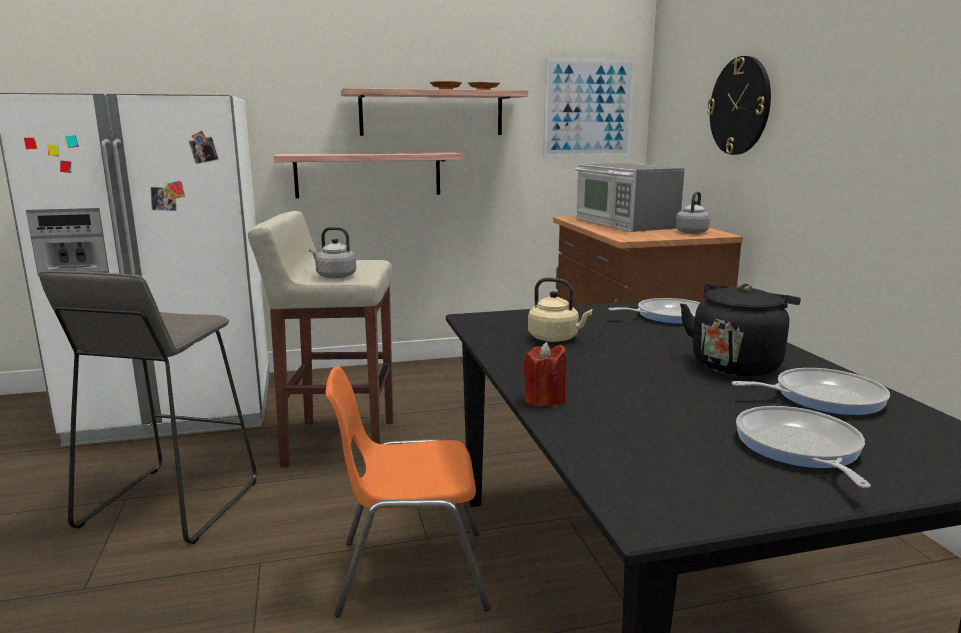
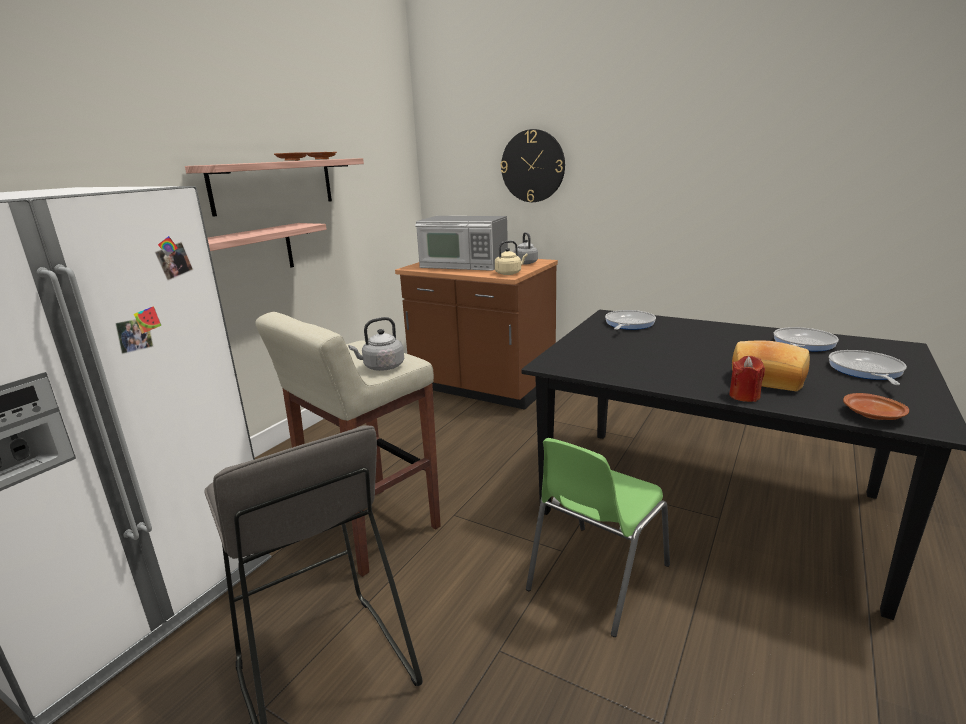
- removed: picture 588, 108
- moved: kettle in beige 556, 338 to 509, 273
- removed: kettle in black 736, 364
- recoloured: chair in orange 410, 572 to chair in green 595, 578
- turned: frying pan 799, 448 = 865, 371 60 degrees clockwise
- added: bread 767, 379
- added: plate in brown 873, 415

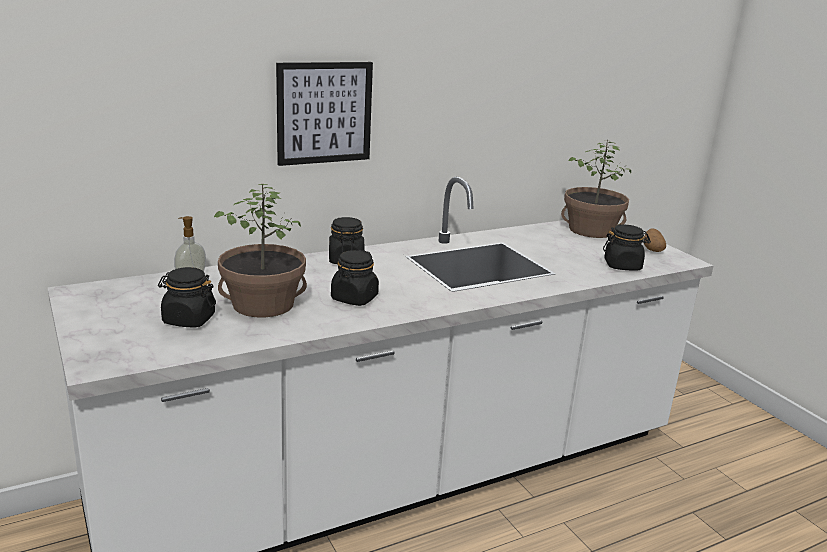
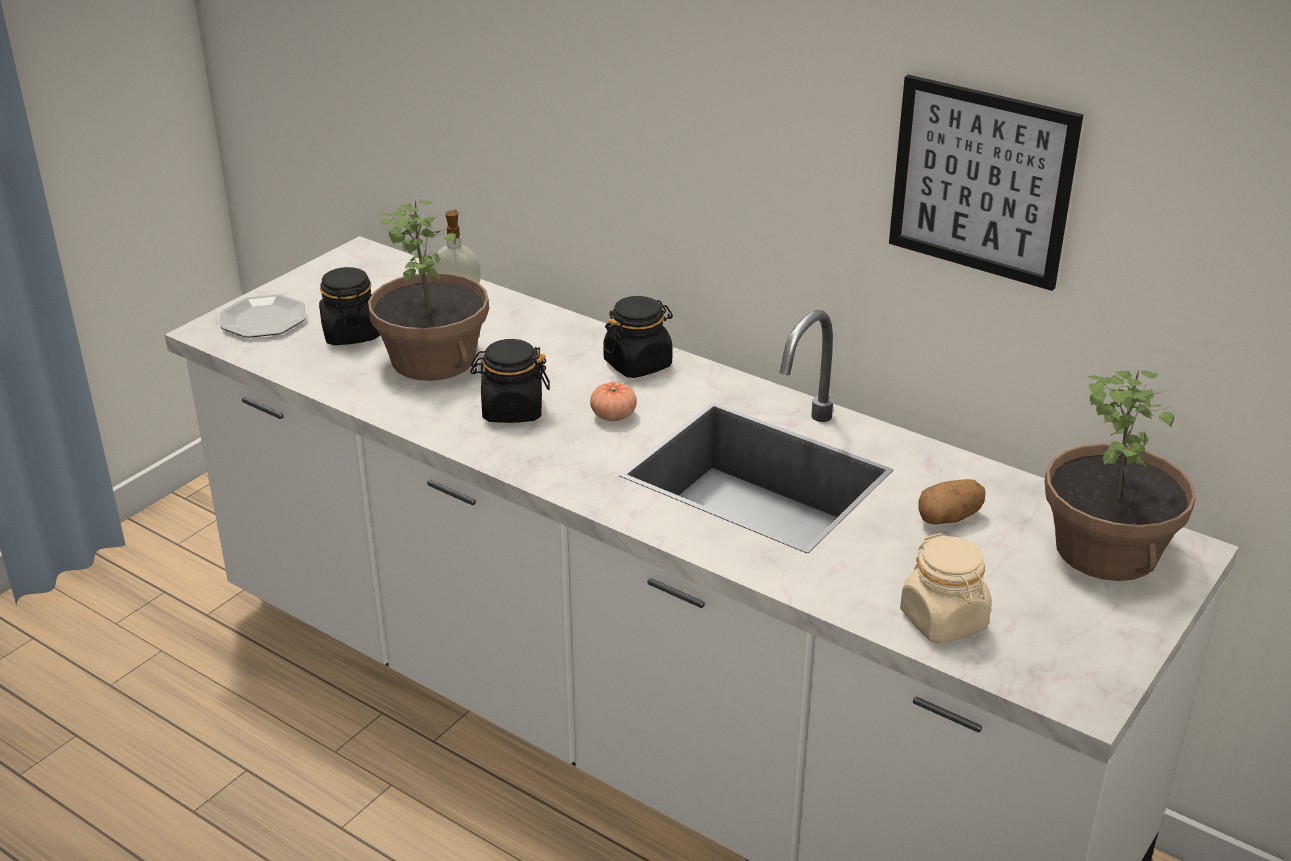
- moved: picture 324, 113 to 981, 181
- recoloured: jar in black 622, 265 to jar in beige 944, 620
- moved: potato 652, 249 to 949, 518
- added: plate 264, 320
- added: tomato 613, 415

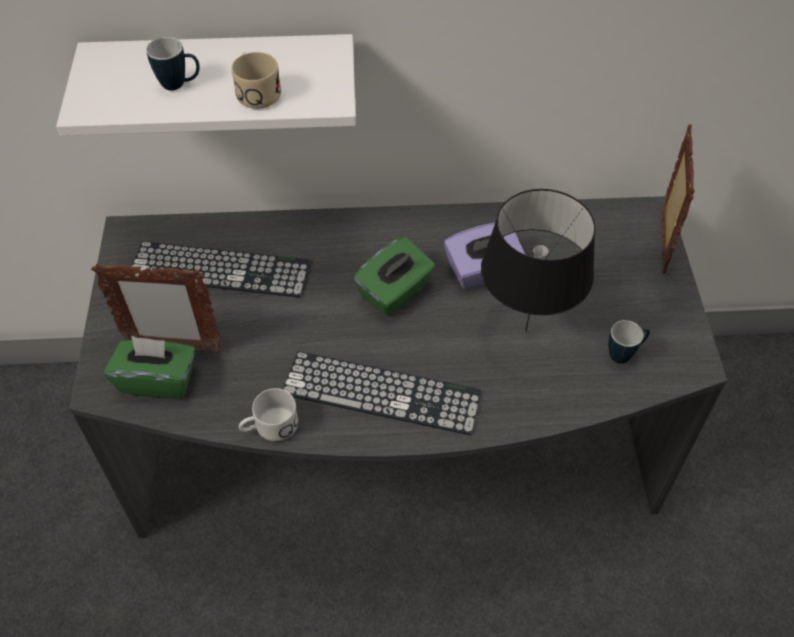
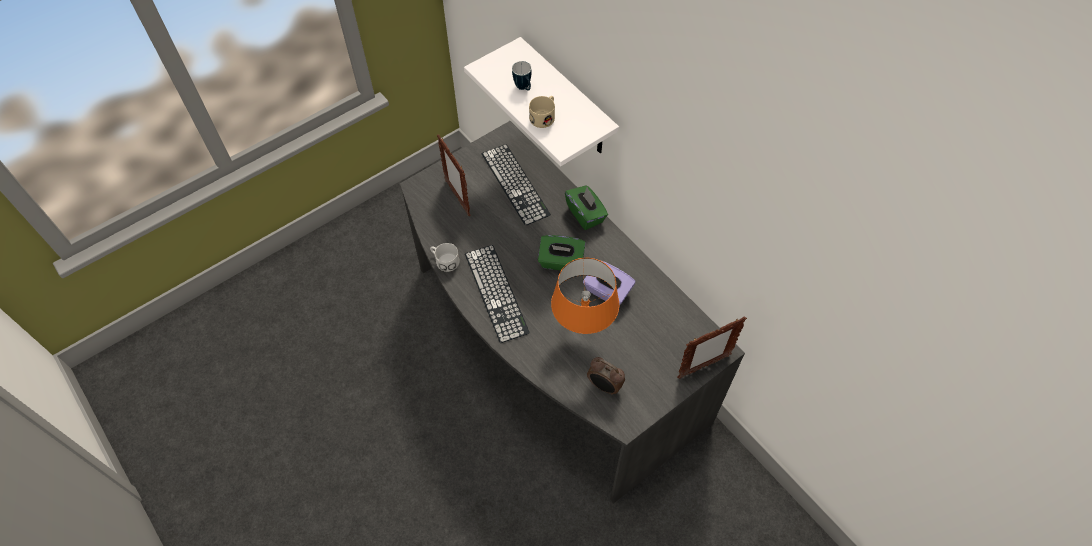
- recoloured: table lamp in black 526, 330 to table lamp in orange 583, 332
- replaced: mug 624, 354 to alarm clock 604, 386
- moved: tissue box in green 158, 380 to 585, 214

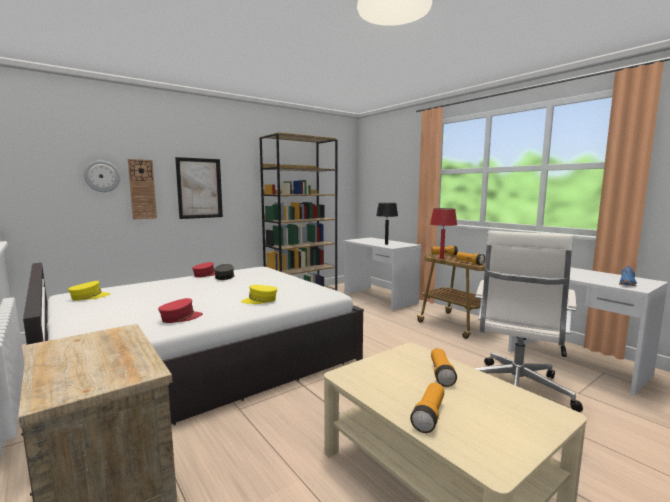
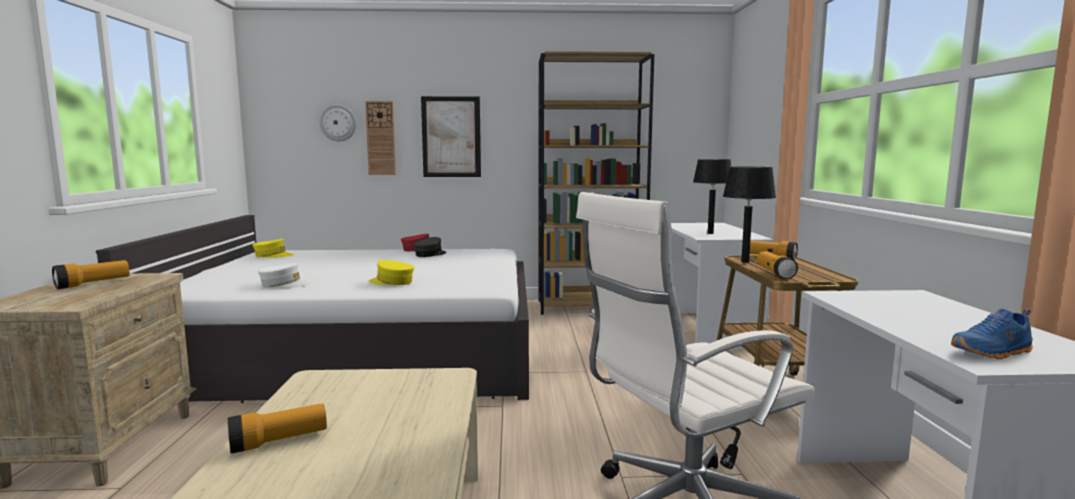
- recoloured: table lamp in red 441, 258 to table lamp in black 744, 262
- recoloured: cap in red 180, 318 to cap in white 284, 285
- moved: flashlight 441, 374 to 93, 284

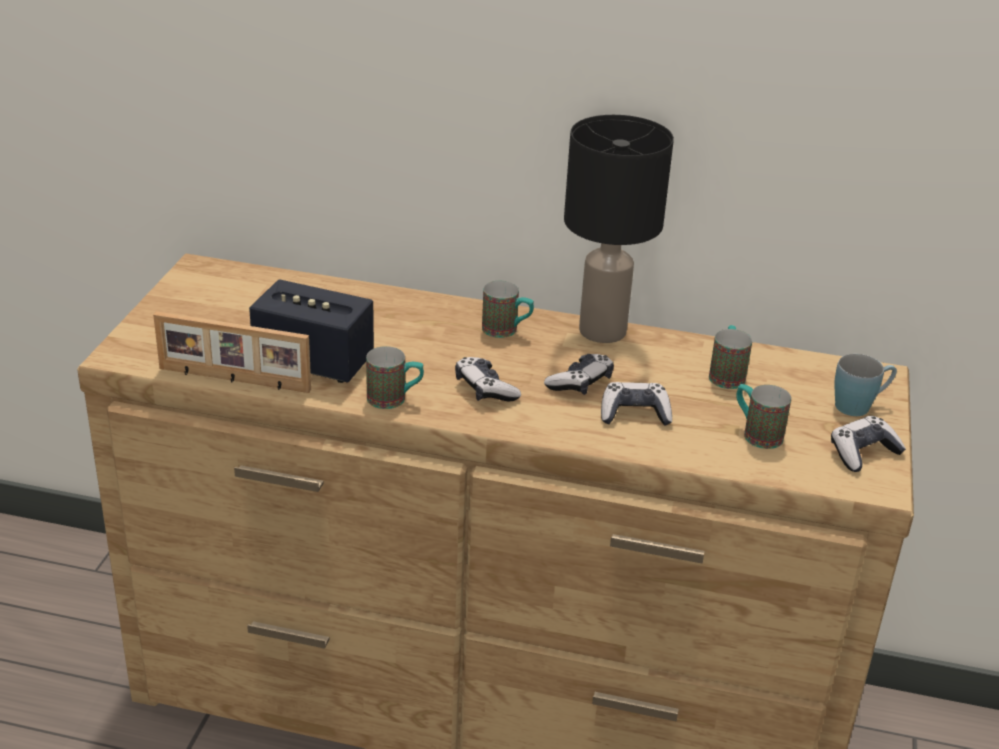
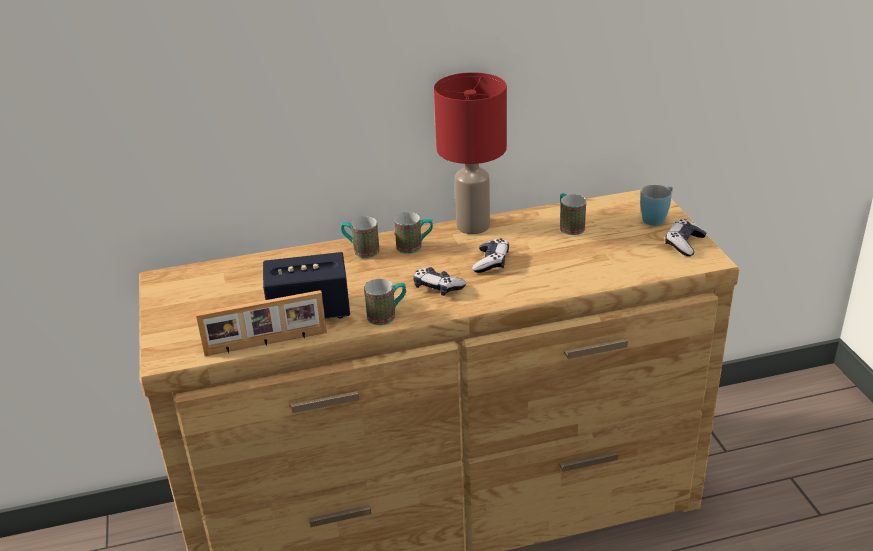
- recoloured: table lamp in black 602, 330 to table lamp in red 472, 225
- removed: game controller 634, 414
- moved: mug 756, 433 to 361, 250

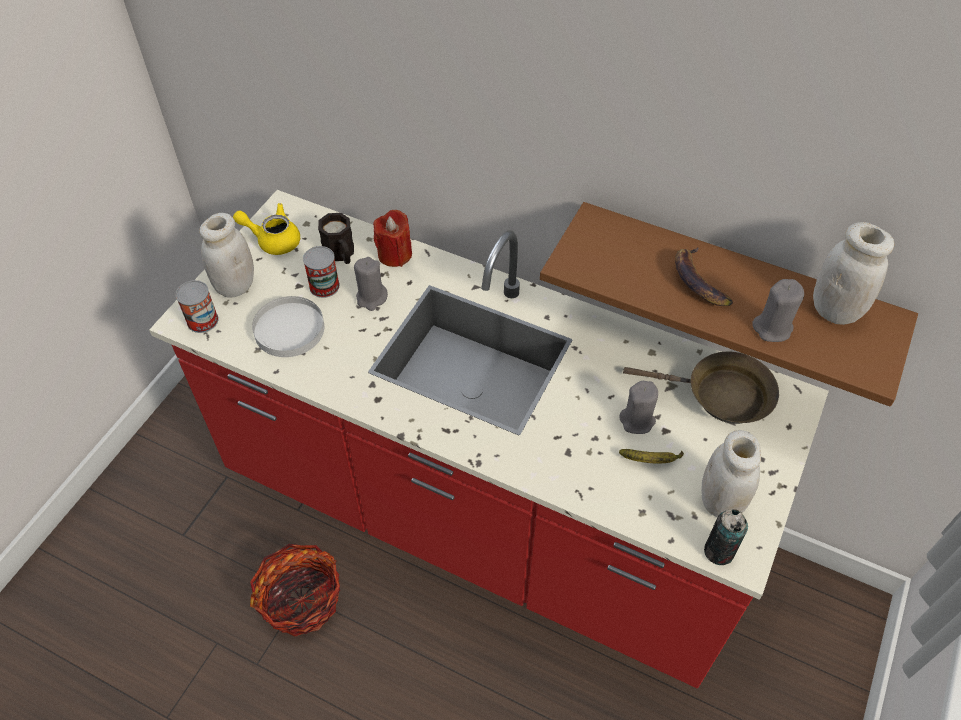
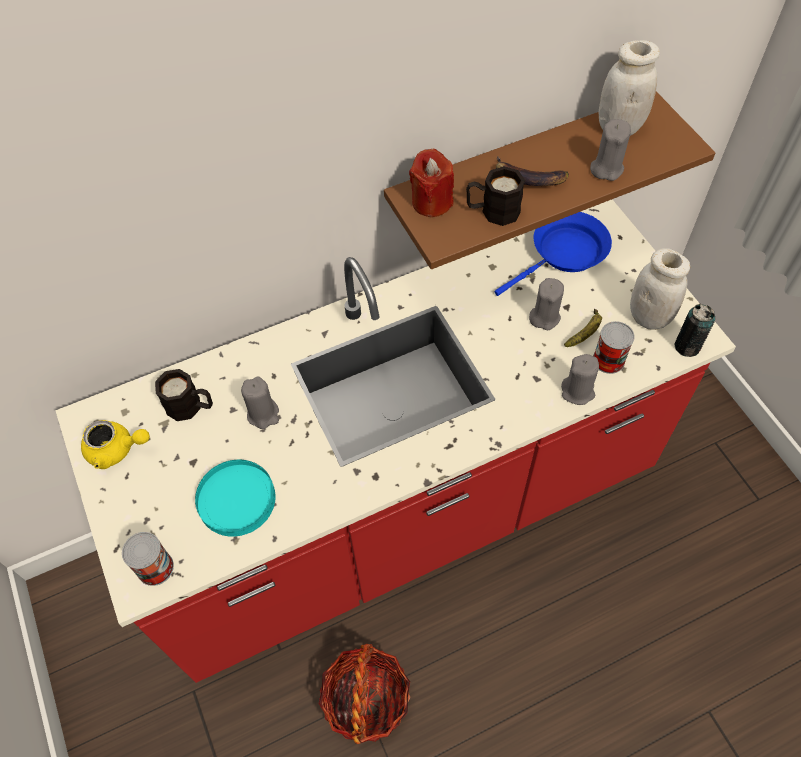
- turned: teapot in yellow 273, 240 = 116, 450 135 degrees counterclockwise
- moved: candle in red 394, 254 to 431, 202
- removed: jar in white 235, 286
- moved: can 324, 286 to 608, 360
- recoloured: plate in white 289, 329 to plate in turquoise 236, 500
- recoloured: frying pan in brown 721, 395 to frying pan in blue 564, 254
- added: mug in black 492, 211
- added: candle in grey 578, 391

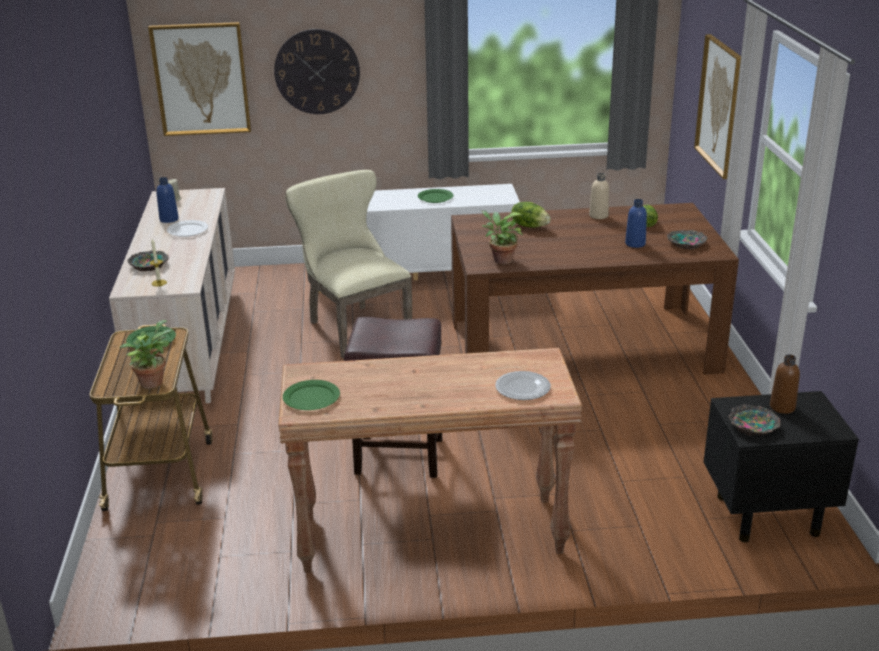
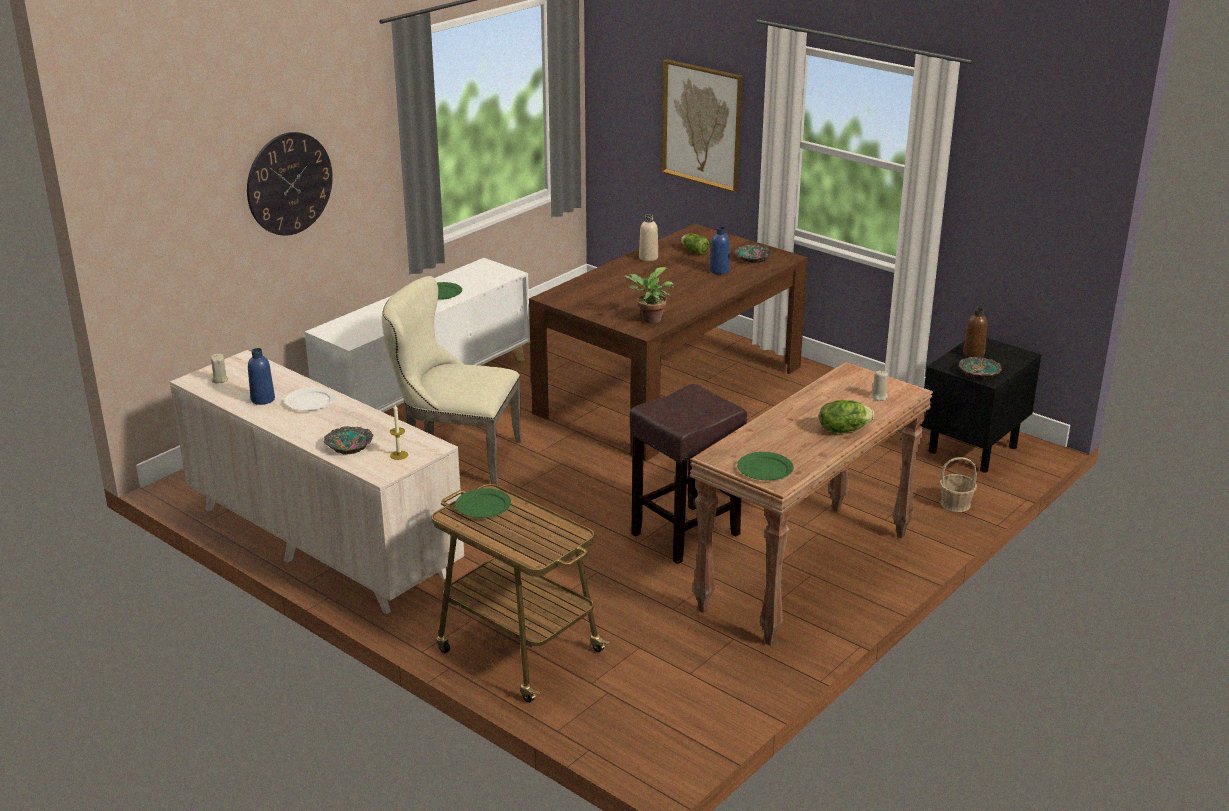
- removed: picture 201, 79
- moved: lettuce 529, 226 to 843, 429
- removed: potted plant 152, 381
- replaced: plate 522, 387 to candle in beige 879, 397
- added: basket 955, 504

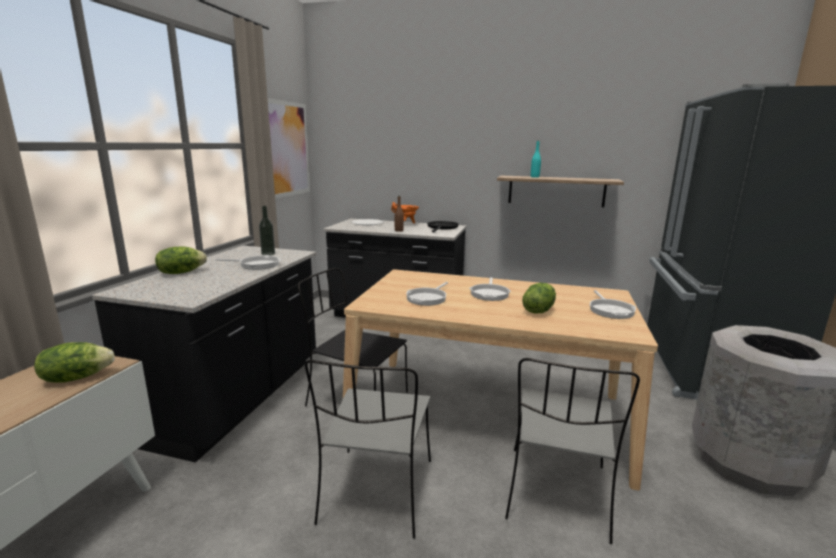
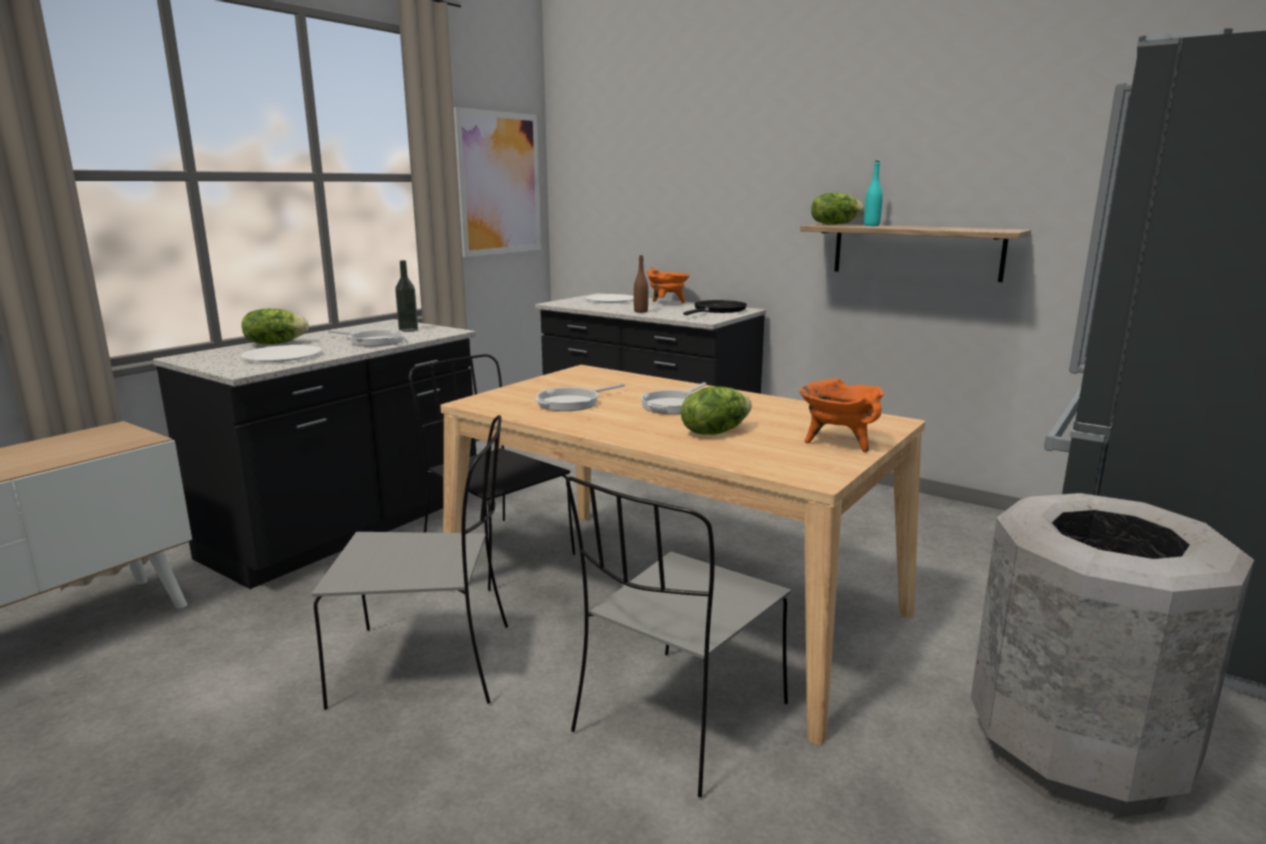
- replaced: frying pan 610, 310 to cooking pot in orange 838, 443
- moved: lettuce 76, 377 to 834, 224
- turned: chair in grey 377, 493 = 429, 664 120 degrees counterclockwise
- added: plate in white 282, 356

